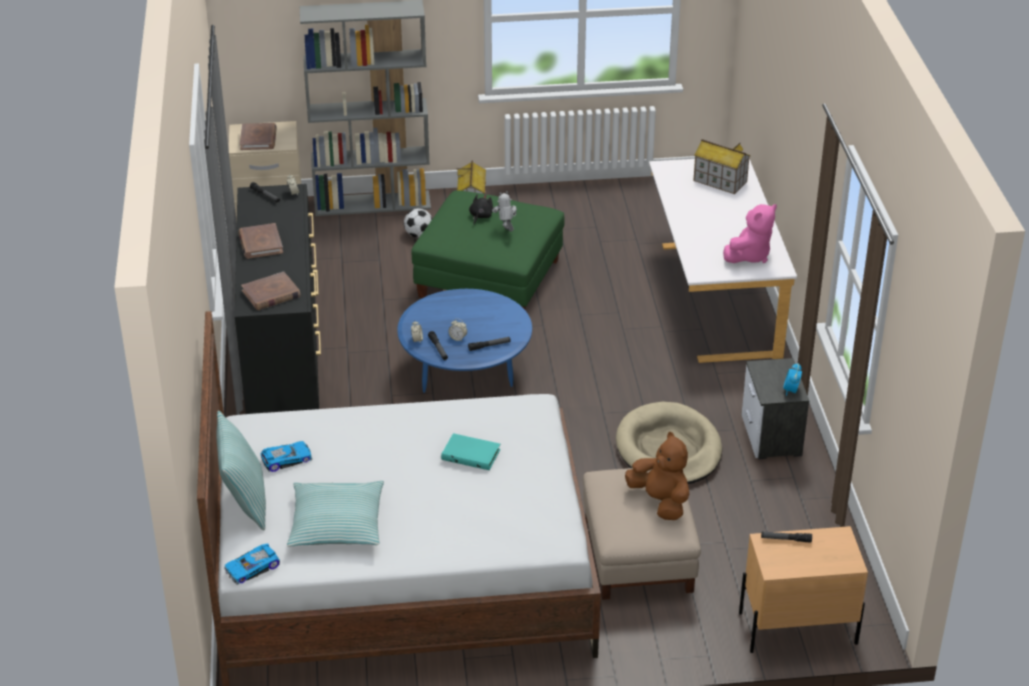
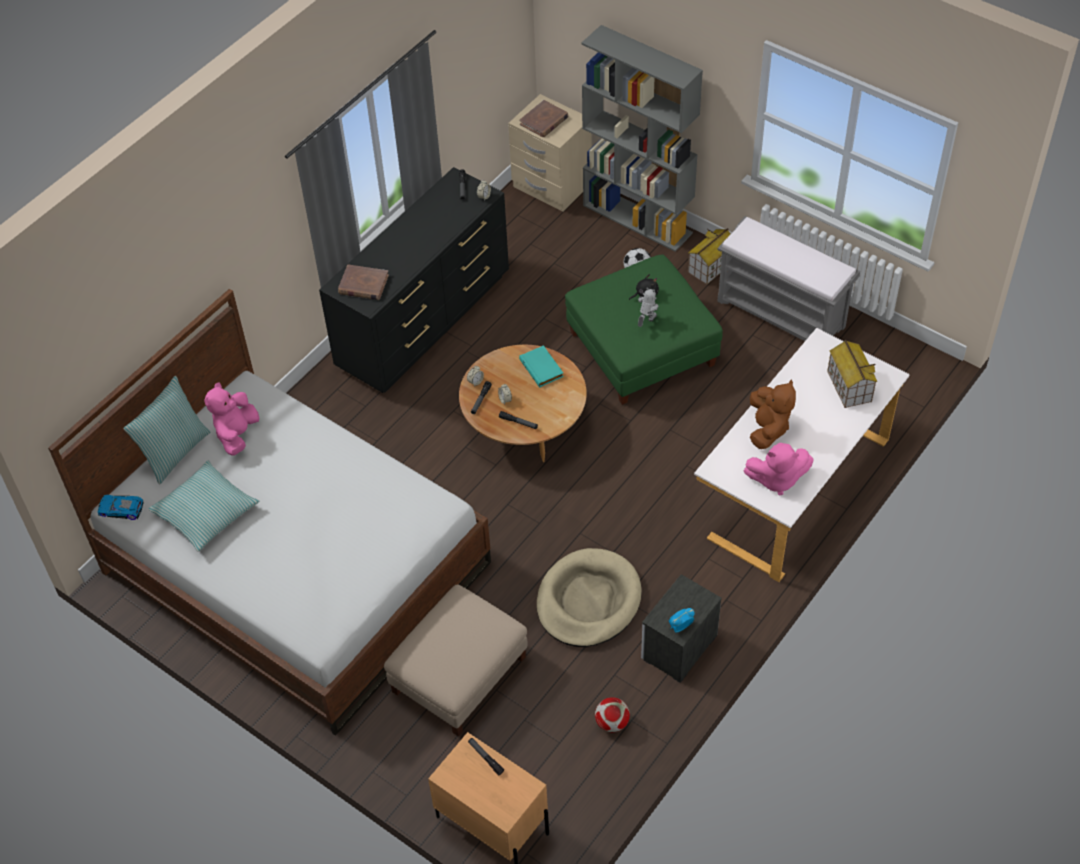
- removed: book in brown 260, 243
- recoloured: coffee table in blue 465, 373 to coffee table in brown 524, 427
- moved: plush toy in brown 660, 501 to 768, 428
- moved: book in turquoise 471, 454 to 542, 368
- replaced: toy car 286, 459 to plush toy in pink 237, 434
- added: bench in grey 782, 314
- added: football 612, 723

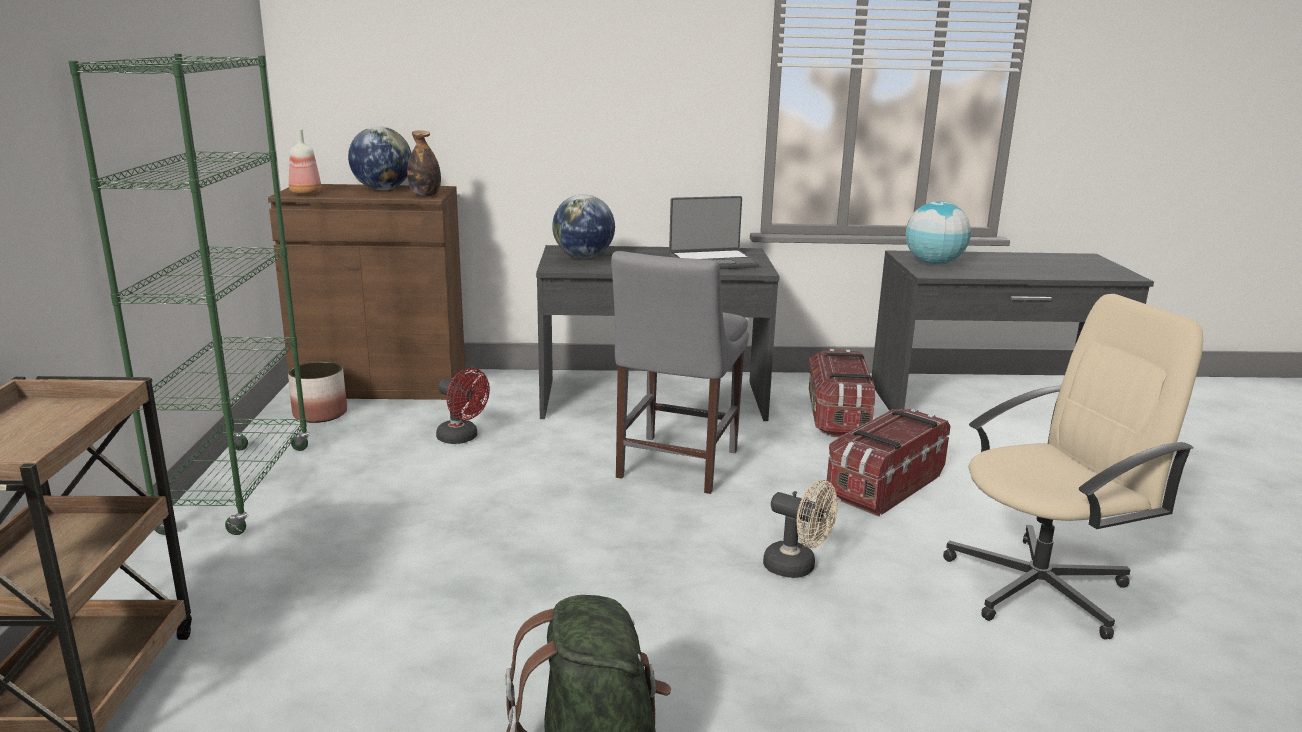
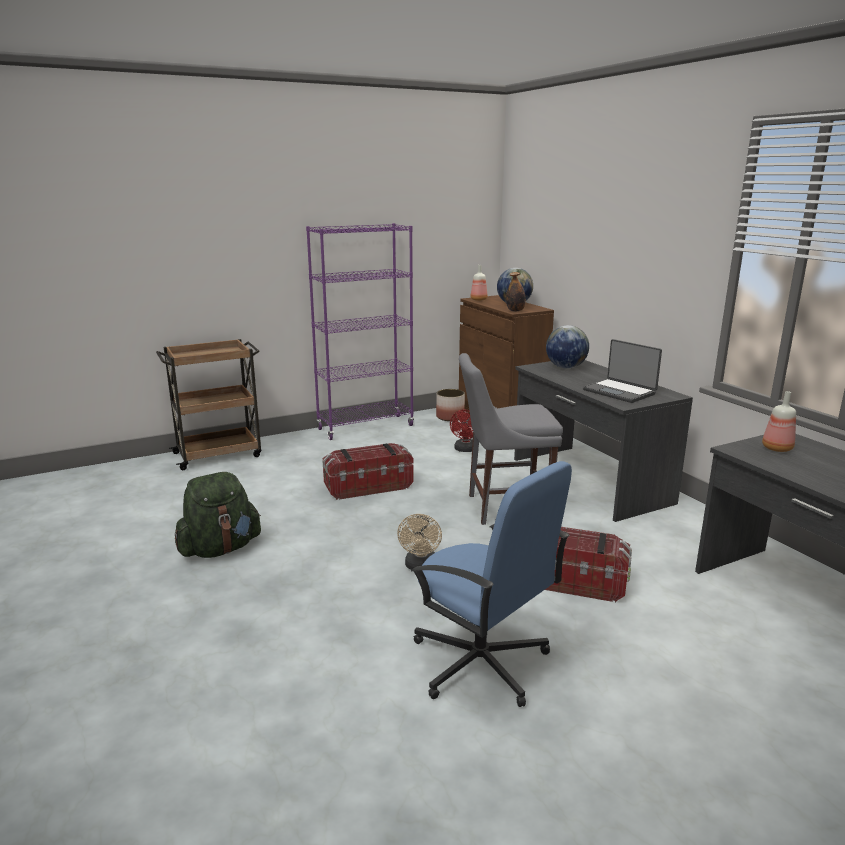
- recoloured: bookcase in green 238, 488 to bookcase in purple 365, 427
- replaced: globe 933, 263 to bottle 776, 448
- recoloured: office chair in beige 1040, 587 to office chair in blue 481, 663
- moved: storage box 838, 416 to 368, 487

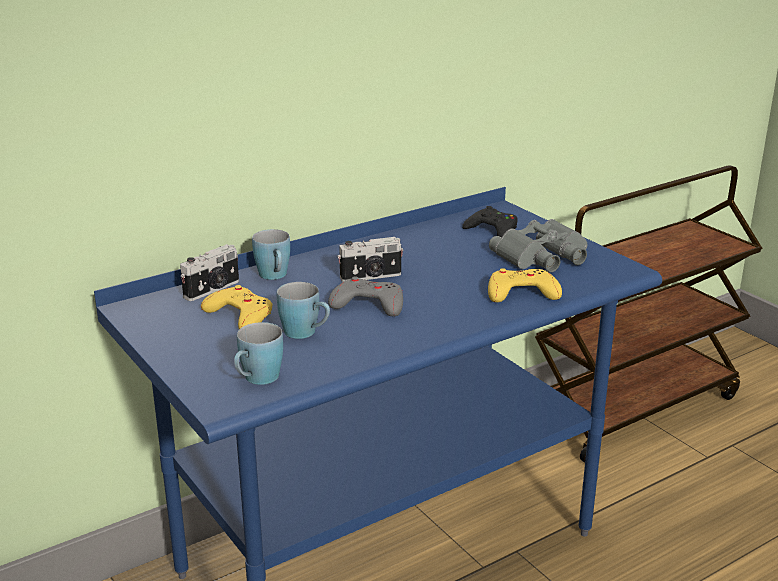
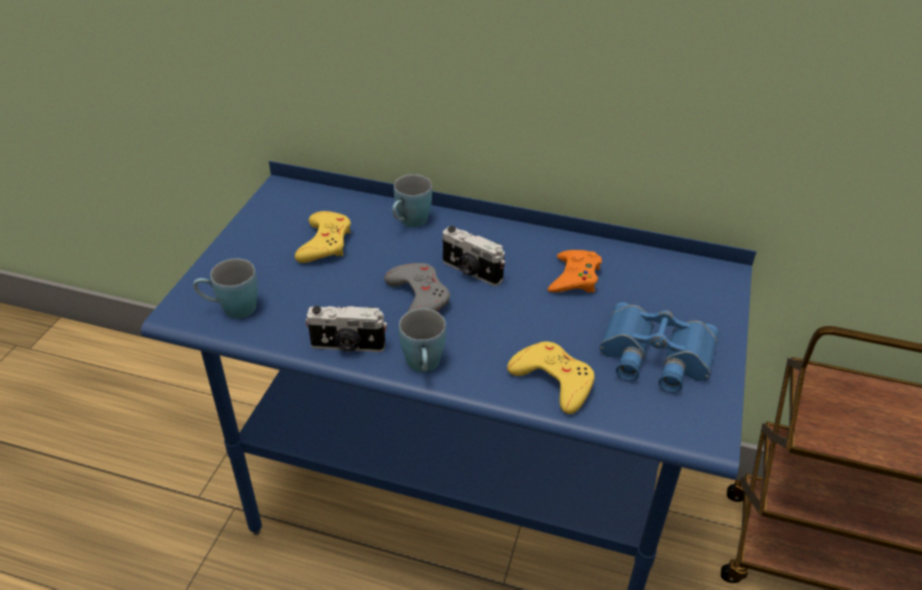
- removed: game controller in black 492, 230
- recoloured: binoculars in grey 543, 256 to binoculars in blue 654, 356
- moved: photo camera 213, 290 to 348, 346
- moved: mug in blue 306, 333 to 424, 366
- added: game controller in orange 574, 277

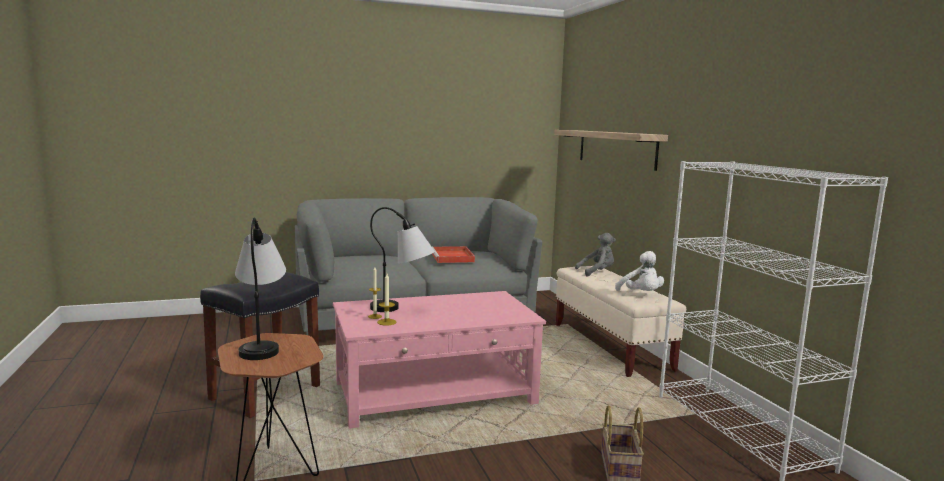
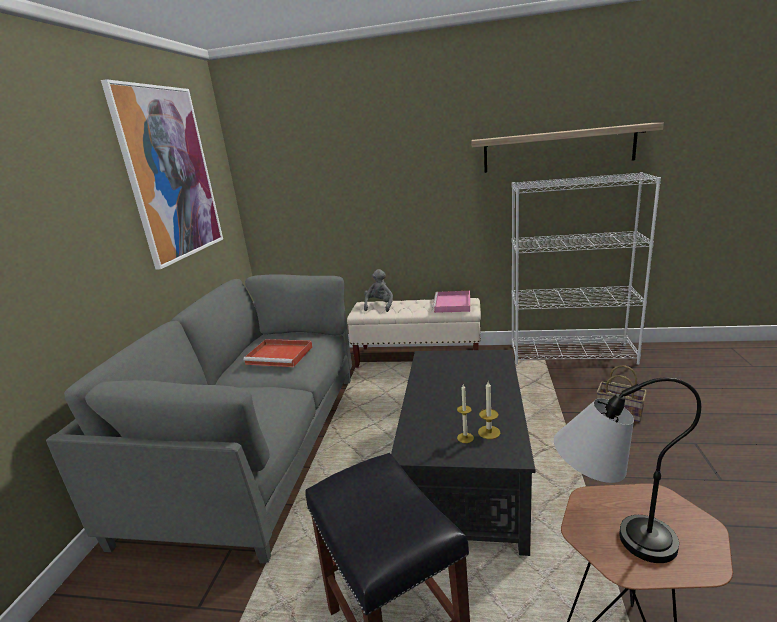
- moved: shelf 616, 148 to 558, 149
- removed: table lamp 402, 309
- replaced: plush toy in white 641, 294 to tray in pink 452, 304
- recoloured: coffee table in pink 435, 393 to coffee table in black 465, 472
- added: picture 170, 174

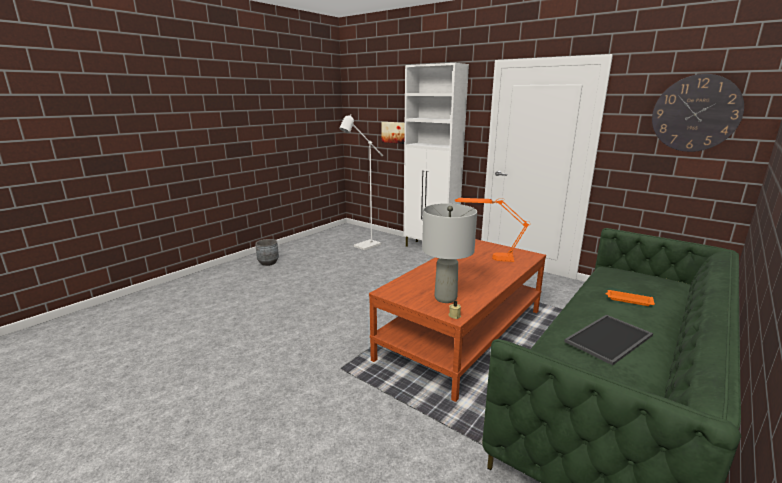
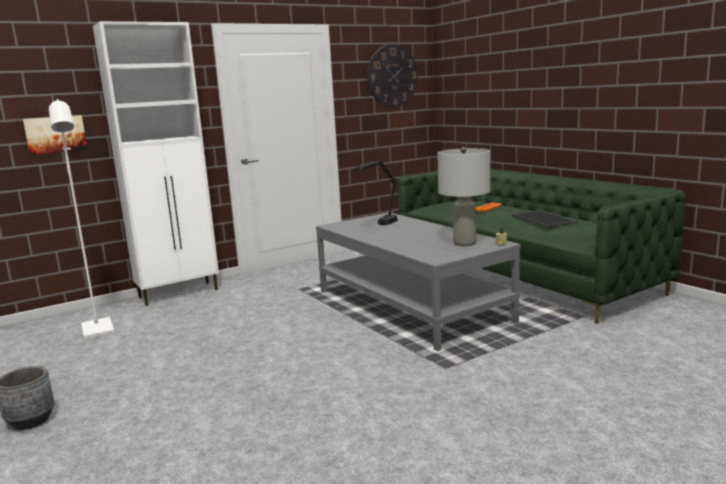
- recoloured: table lamp in orange 488, 257 to table lamp in black 380, 225
- recoloured: coffee table in brown 462, 334 to coffee table in grey 411, 306

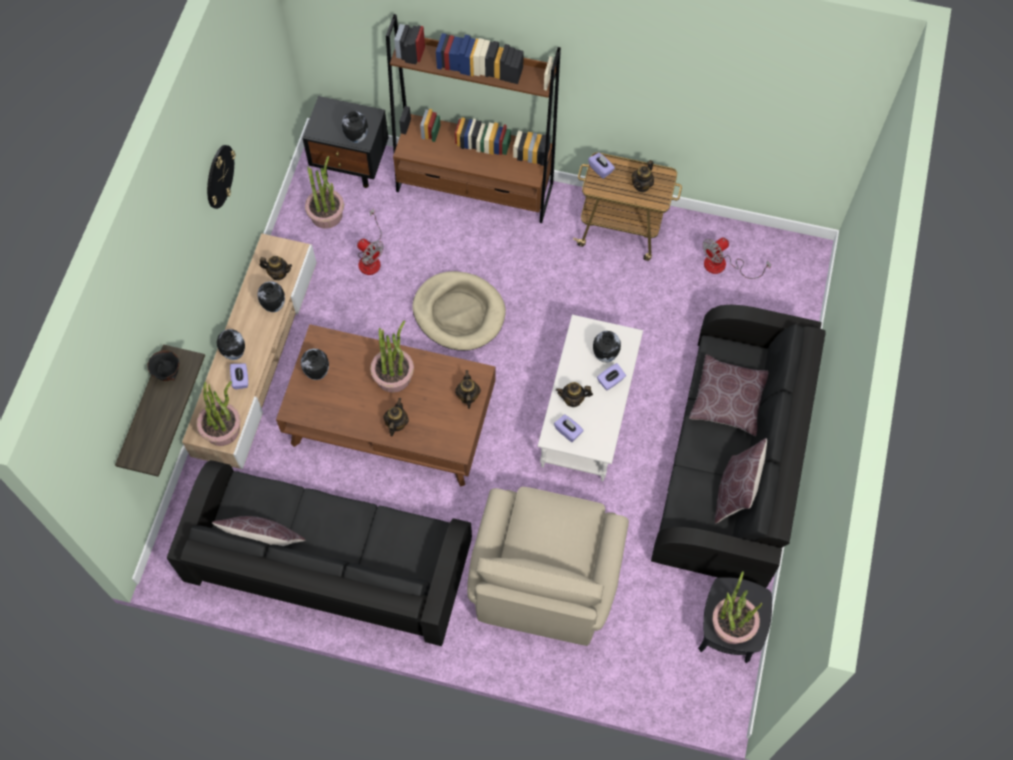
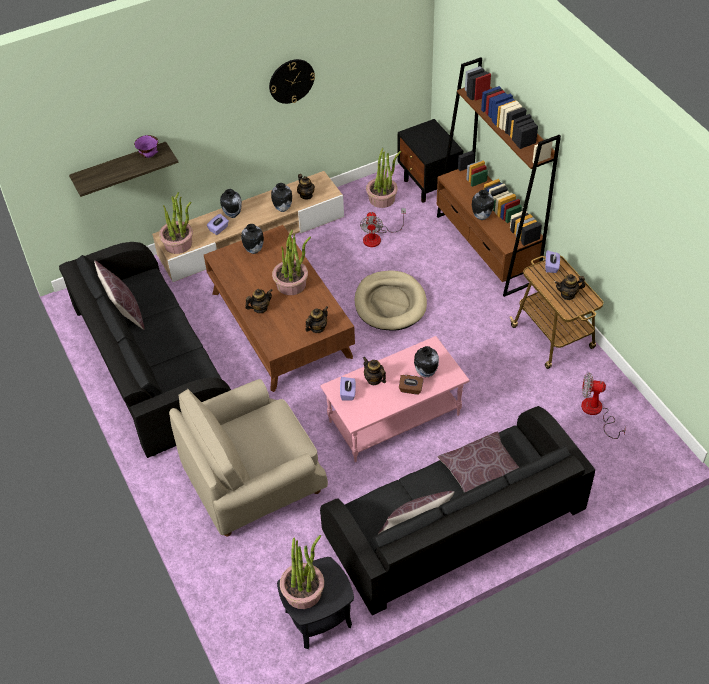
- moved: vase 356, 138 to 481, 217
- recoloured: coffee table in white 588, 415 to coffee table in pink 394, 419
- recoloured: bowl in black 167, 373 to bowl in purple 149, 155
- recoloured: tissue box in purple 611, 381 to tissue box in brown 410, 389

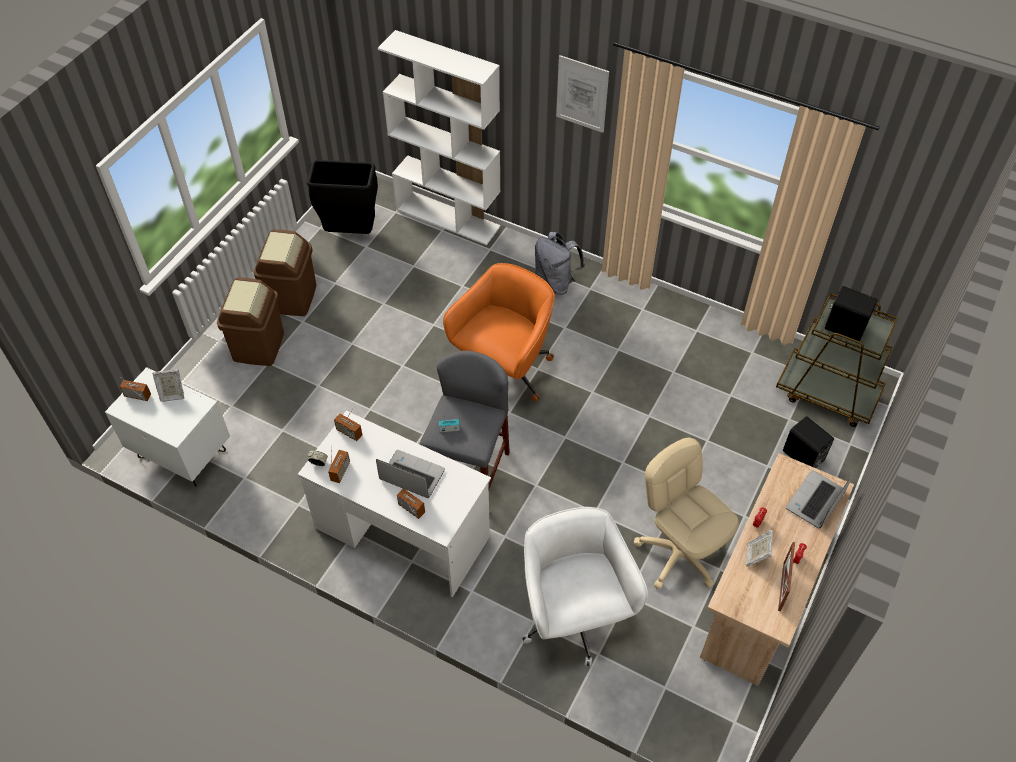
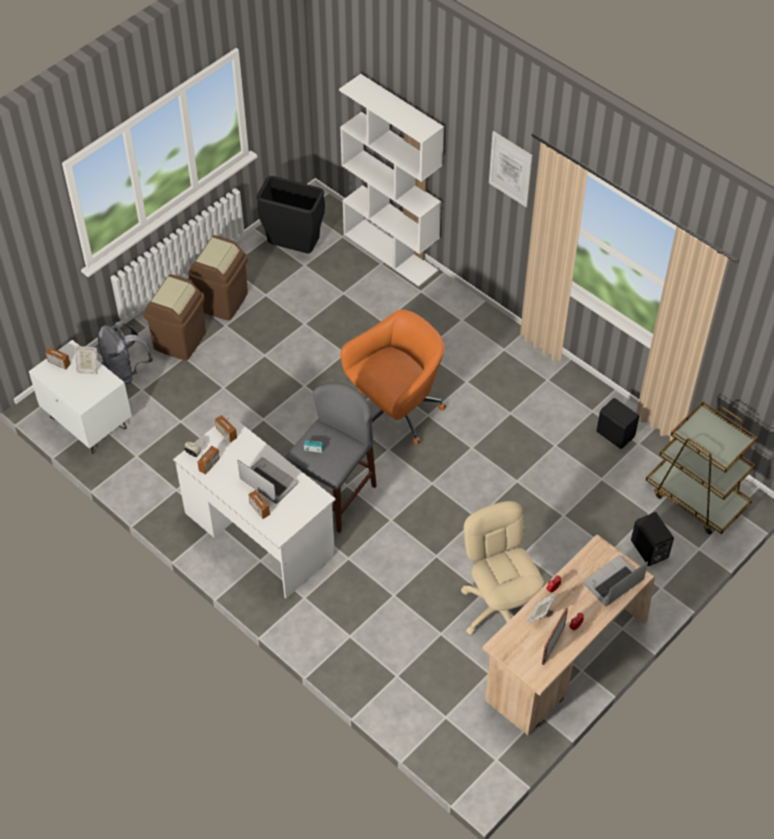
- moved: backpack in grey 555, 282 to 126, 370
- moved: speaker in black 844, 327 to 615, 433
- removed: office chair in white 573, 617

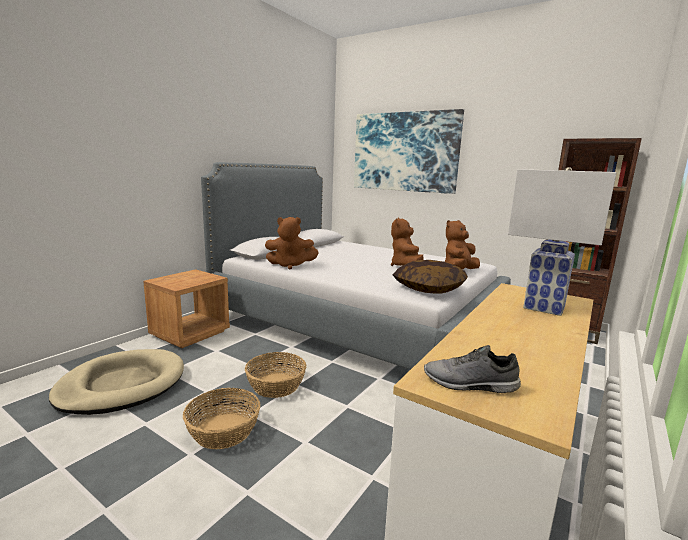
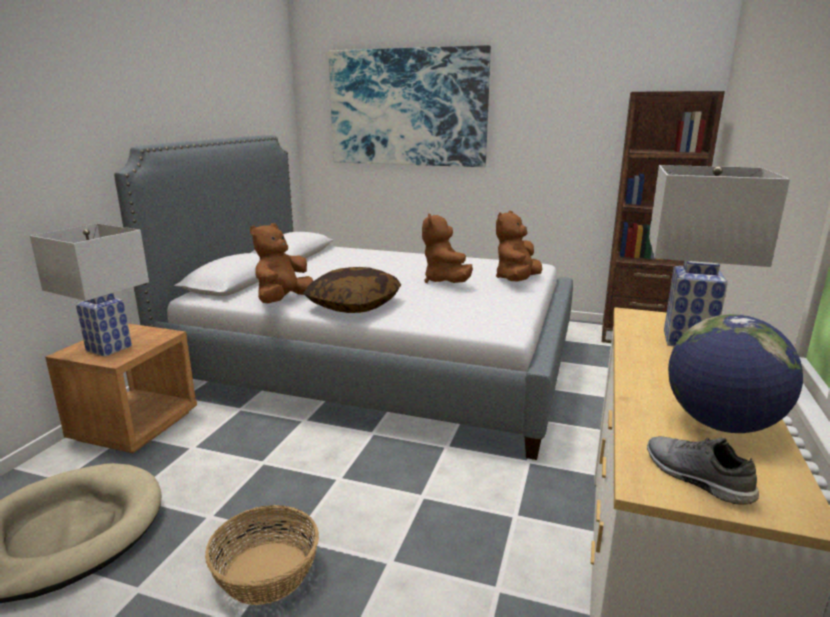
- turned: plush toy in brown 290, 265 = 283, 300 135 degrees clockwise
- moved: pillow 429, 288 to 354, 305
- turned: shoe in grey 469, 384 = 694, 477 60 degrees clockwise
- removed: basket 276, 385
- added: table lamp in white 108, 349
- added: globe 721, 424

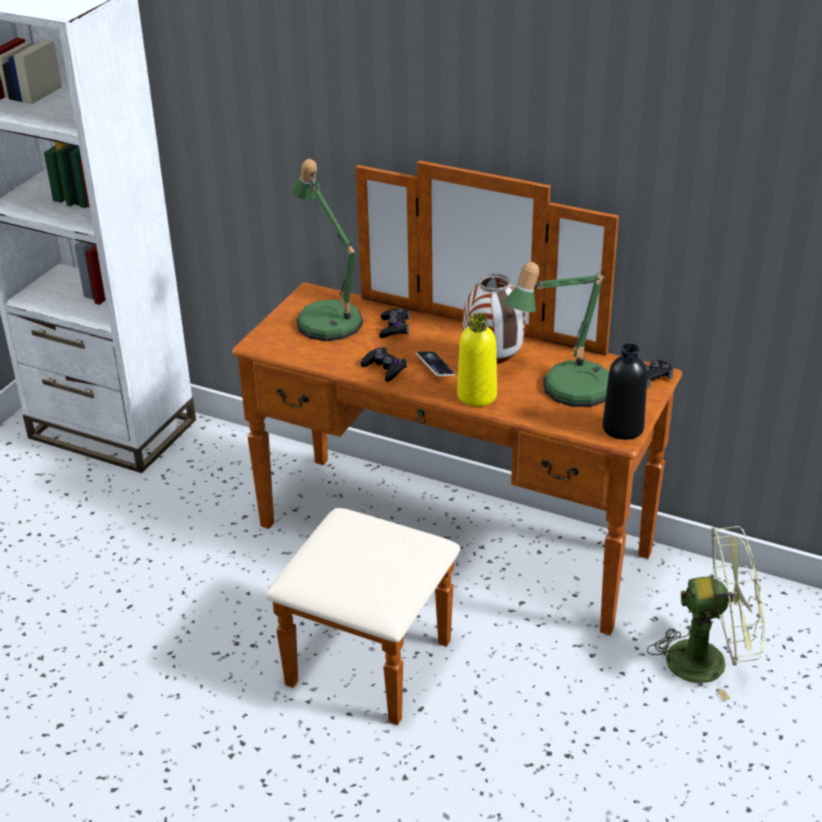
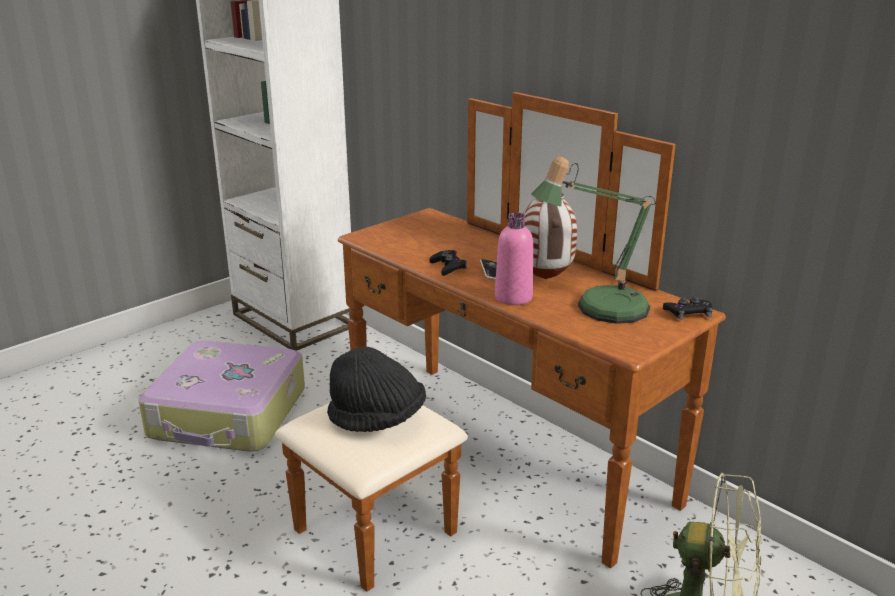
- removed: table lamp 327, 316
- removed: game controller in black 394, 327
- recoloured: bottle in yellow 477, 396 to bottle in pink 513, 298
- removed: bottle in black 623, 428
- added: suitcase 229, 414
- added: hat in black 377, 420

